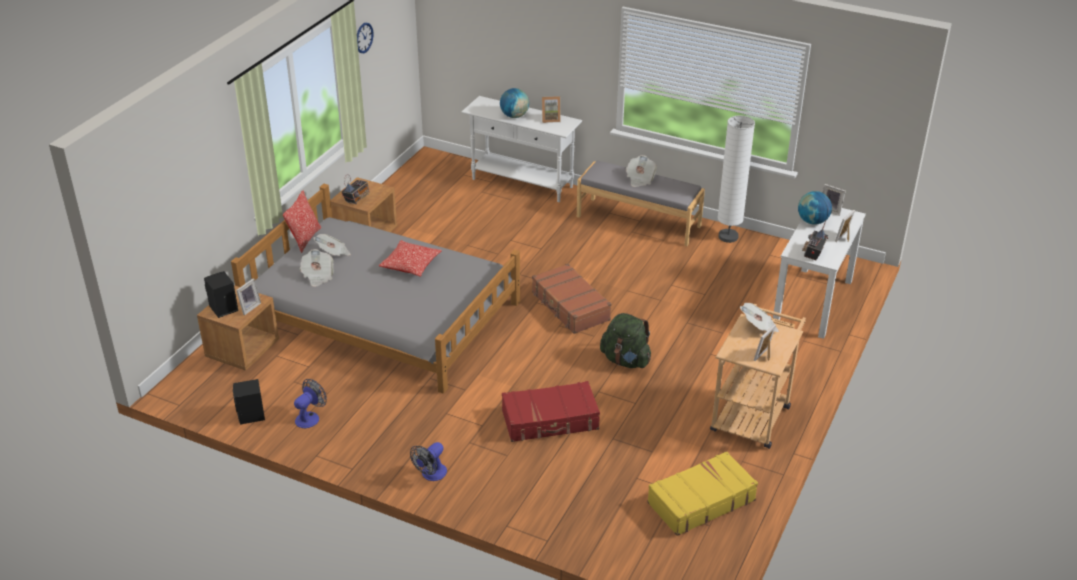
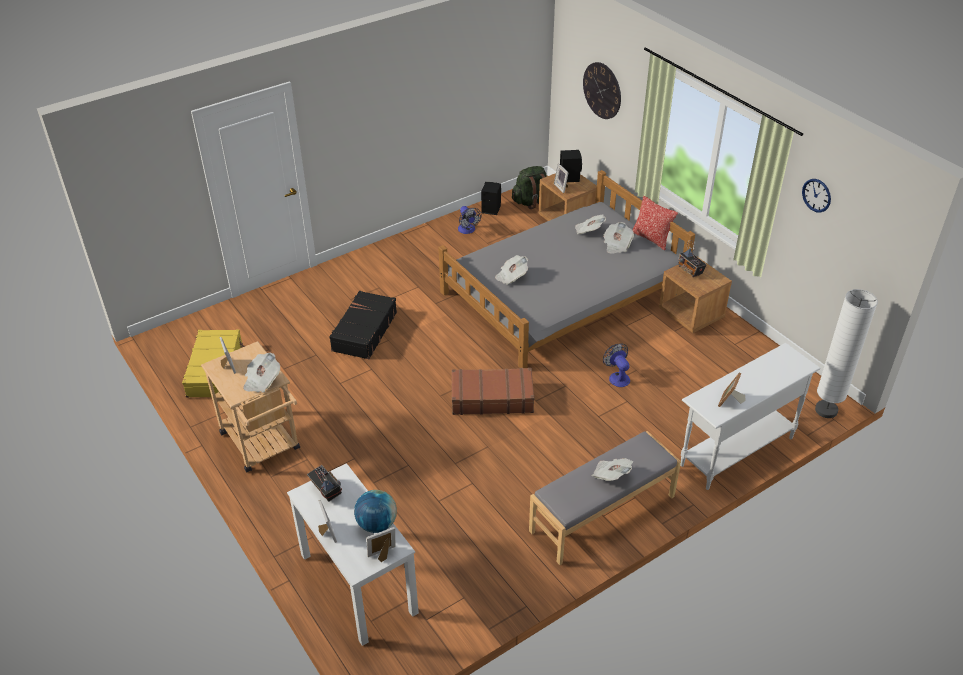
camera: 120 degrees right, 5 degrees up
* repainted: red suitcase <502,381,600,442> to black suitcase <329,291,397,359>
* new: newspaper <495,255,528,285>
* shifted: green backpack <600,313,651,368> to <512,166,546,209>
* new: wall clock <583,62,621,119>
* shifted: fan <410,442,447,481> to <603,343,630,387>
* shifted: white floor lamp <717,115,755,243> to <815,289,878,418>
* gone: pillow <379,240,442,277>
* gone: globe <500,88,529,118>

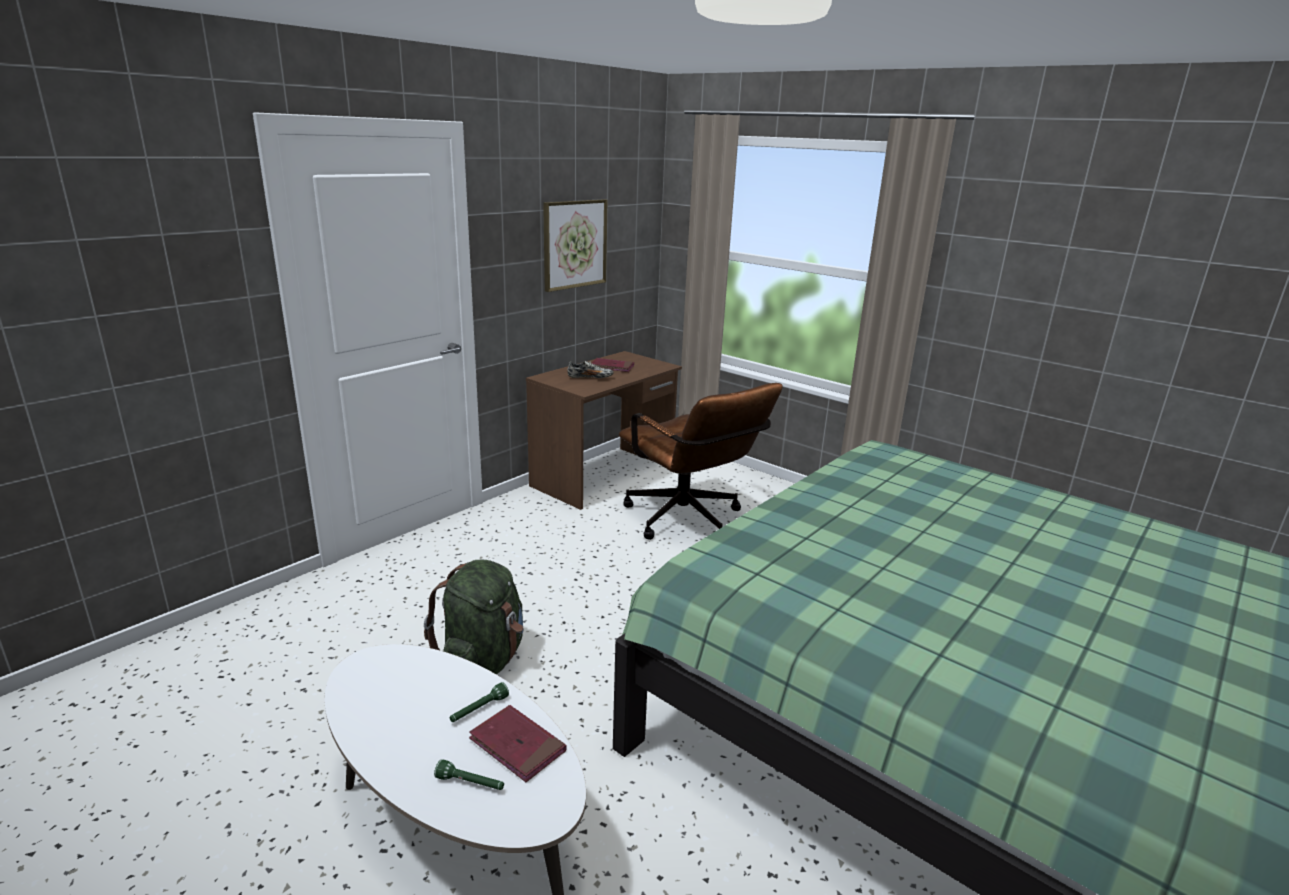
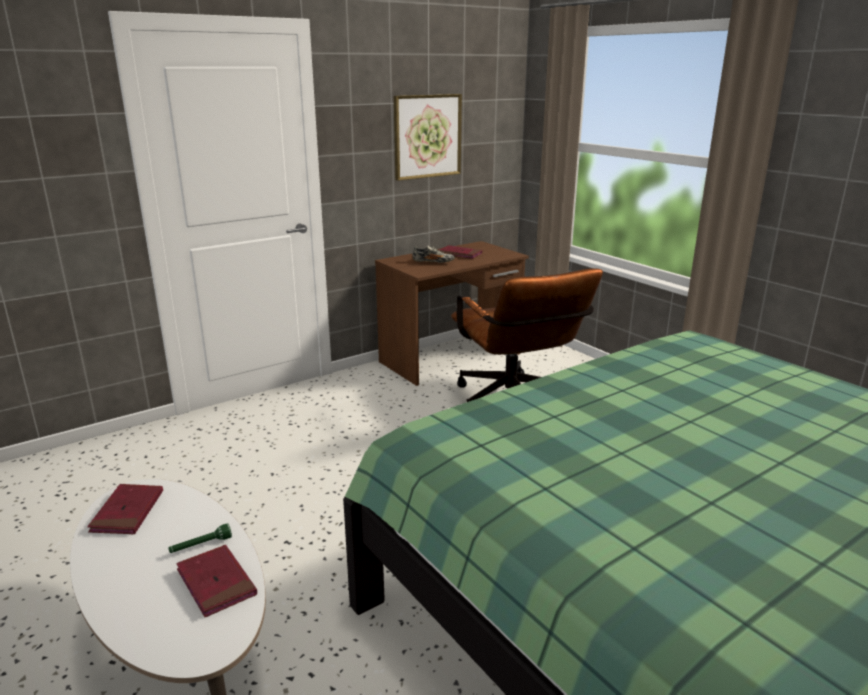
camera: 15 degrees right, 0 degrees up
* new: red book <87,484,163,535>
* gone: green backpack <424,560,524,674>
* gone: green flashlight <434,759,504,790>

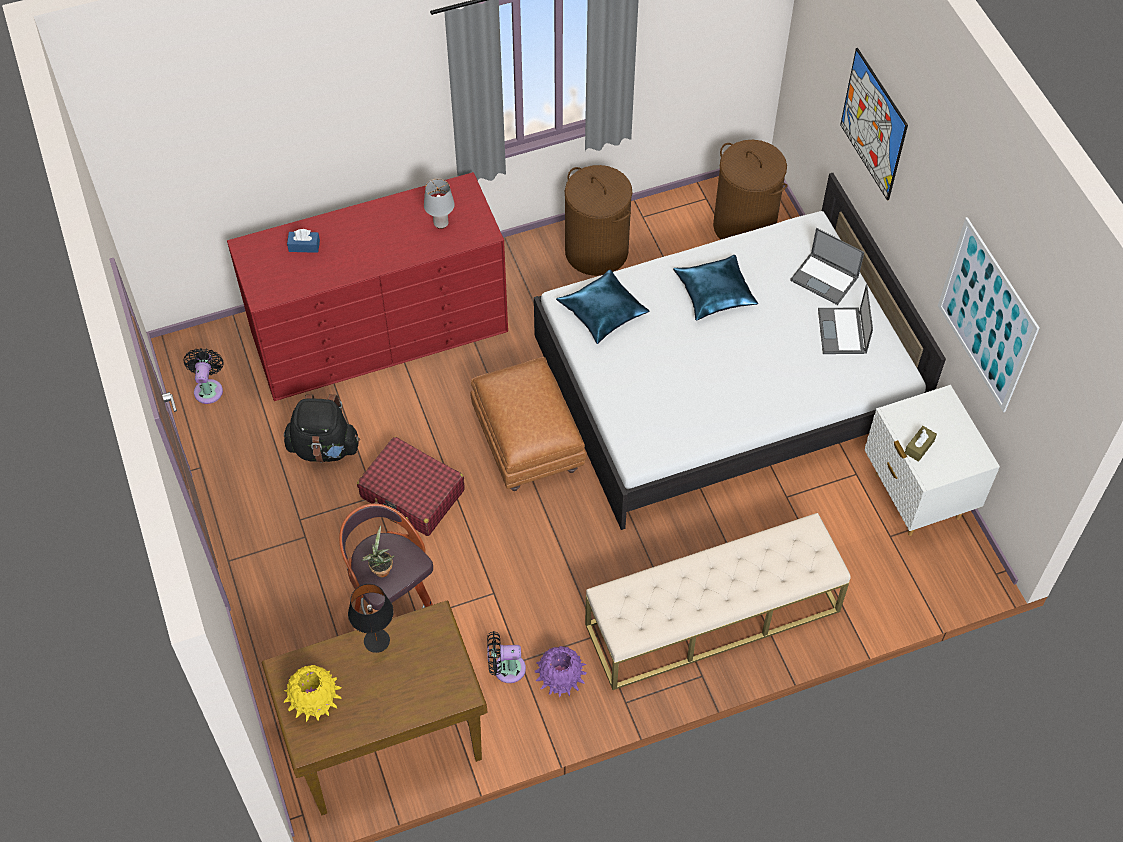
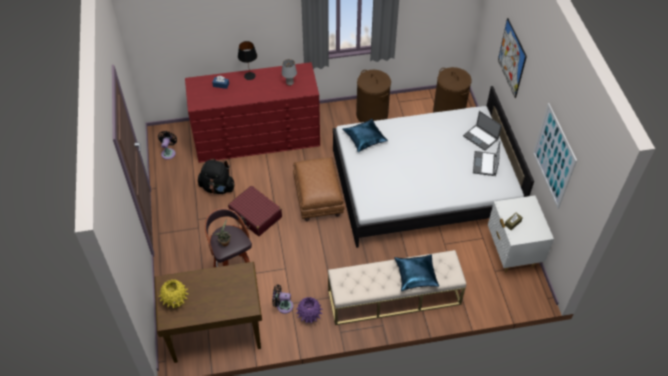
camera: 10 degrees right, 5 degrees down
* shifted: black table lamp <348,584,394,653> to <238,41,257,80>
* shifted: blue pillow <673,255,758,321> to <394,254,439,291>

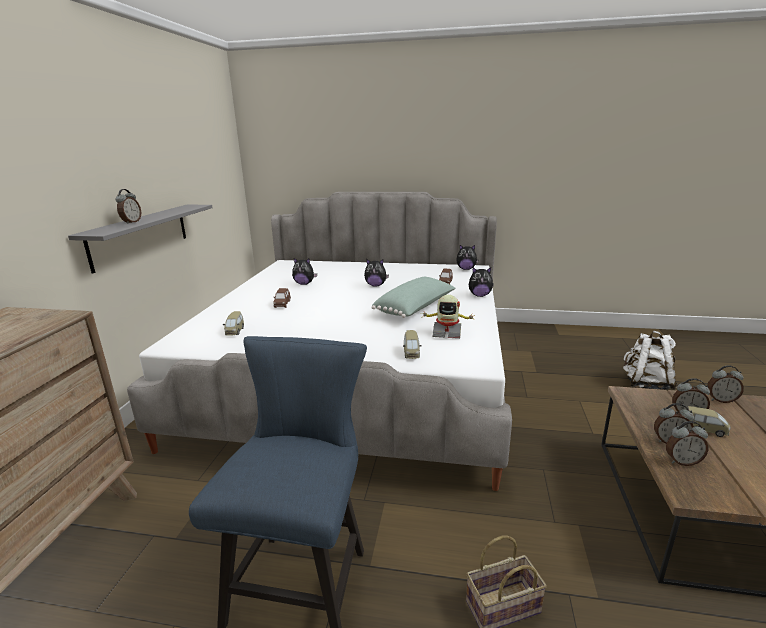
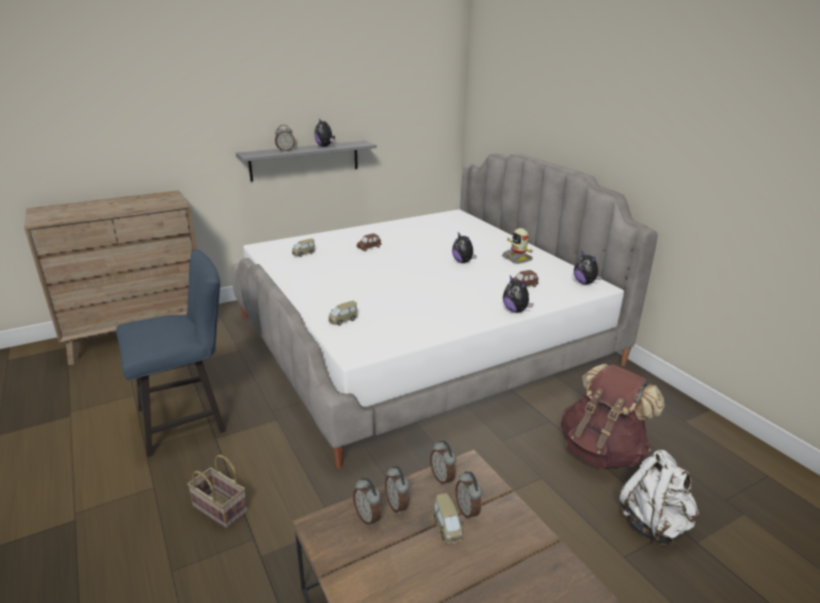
camera: 50 degrees right, 5 degrees up
* shifted: plush toy <292,258,317,285> to <314,119,335,147>
* shifted: alarm clock <707,365,744,403> to <430,441,456,486>
* shifted: toy robot <423,295,476,339> to <502,228,533,264>
* new: brown backpack <560,364,665,469>
* gone: green pillow <372,277,455,318>

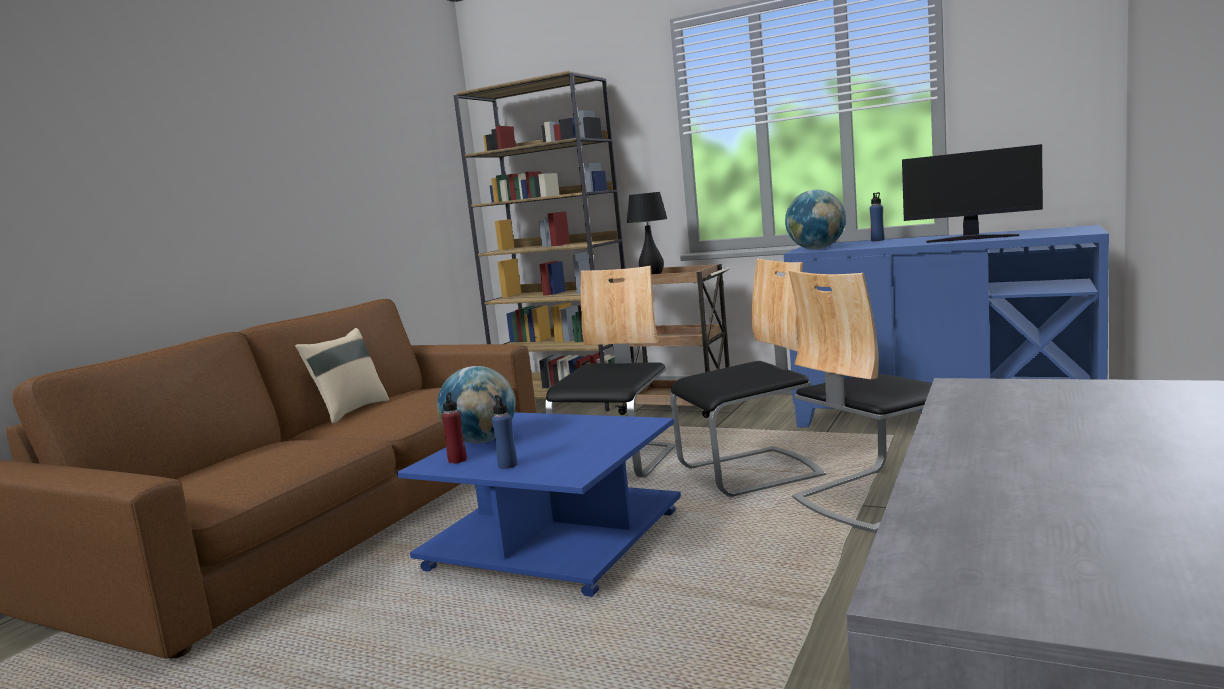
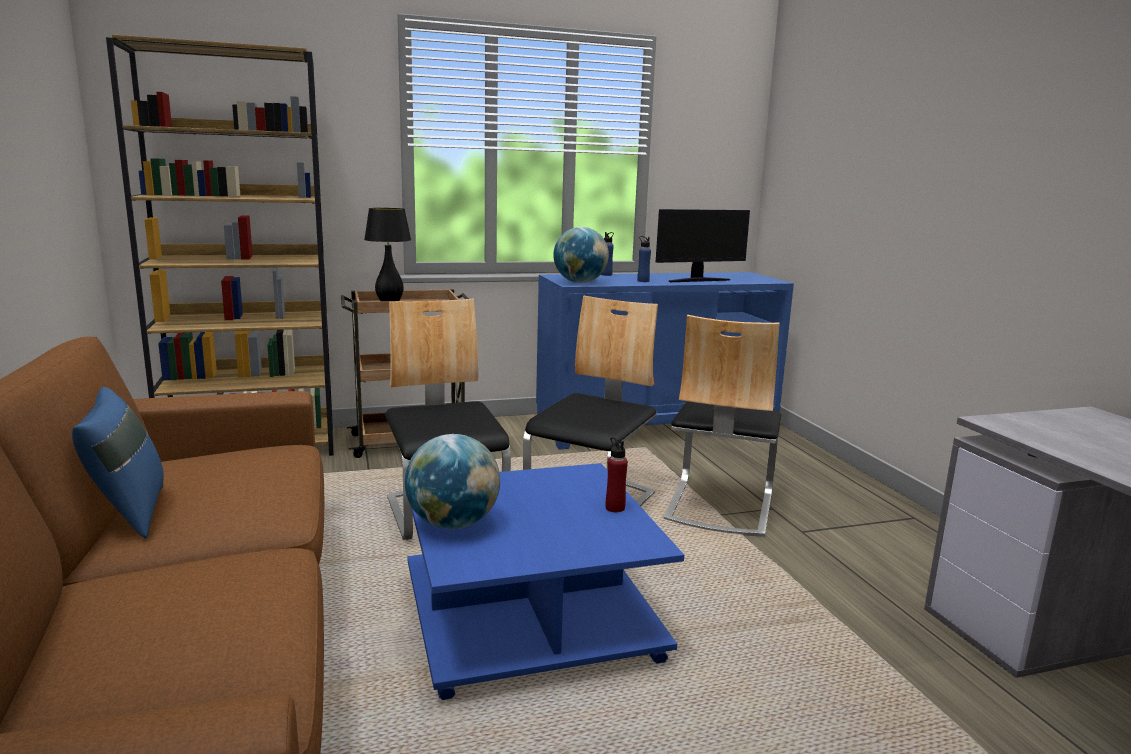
camera: 45 degrees left, 5 degrees up
* repainted: beige pillow <295,328,389,424> to blue pillow <72,387,164,539>
* shifted: red bottle <442,392,467,464> to <606,437,628,512>
* shifted: blue bottle <492,395,517,469> to <637,236,651,282>

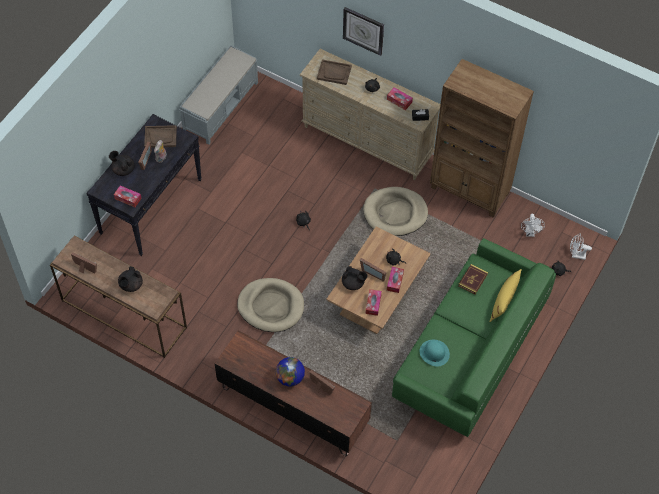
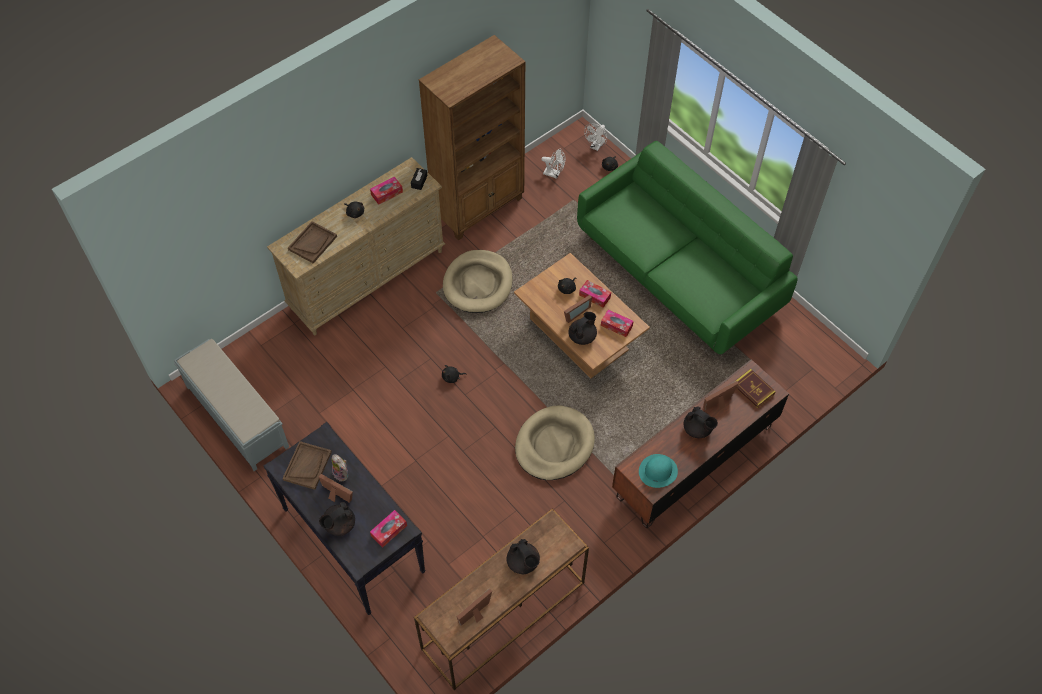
camera: 70 degrees left, 0 degrees up
* shifted: turquoise hat <420,340,450,366> to <639,454,678,488>
* swapped: globe <276,357,305,386> to black teapot <683,406,718,438>
* shifted: book <458,264,488,295> to <734,369,776,408>
* gone: wall clock <343,7,384,56>
* gone: yellow pillow <490,269,522,322>

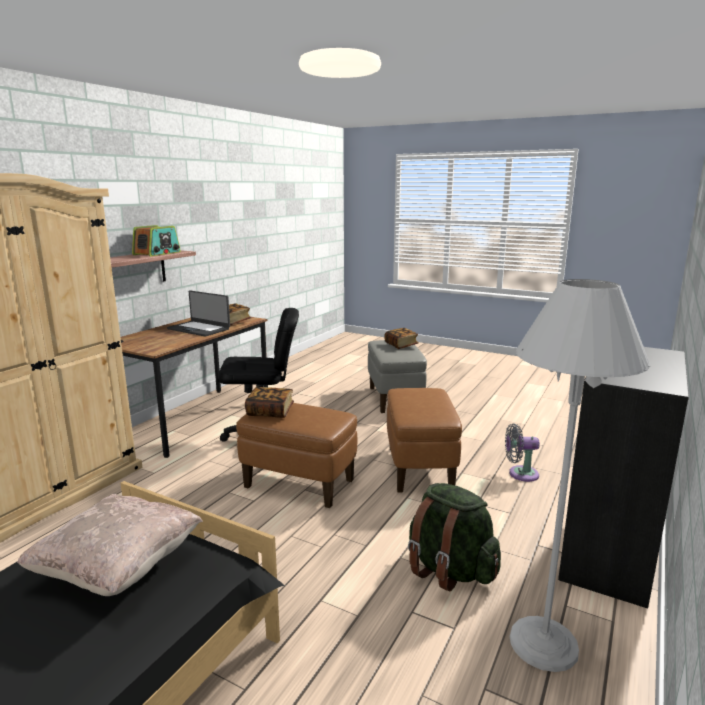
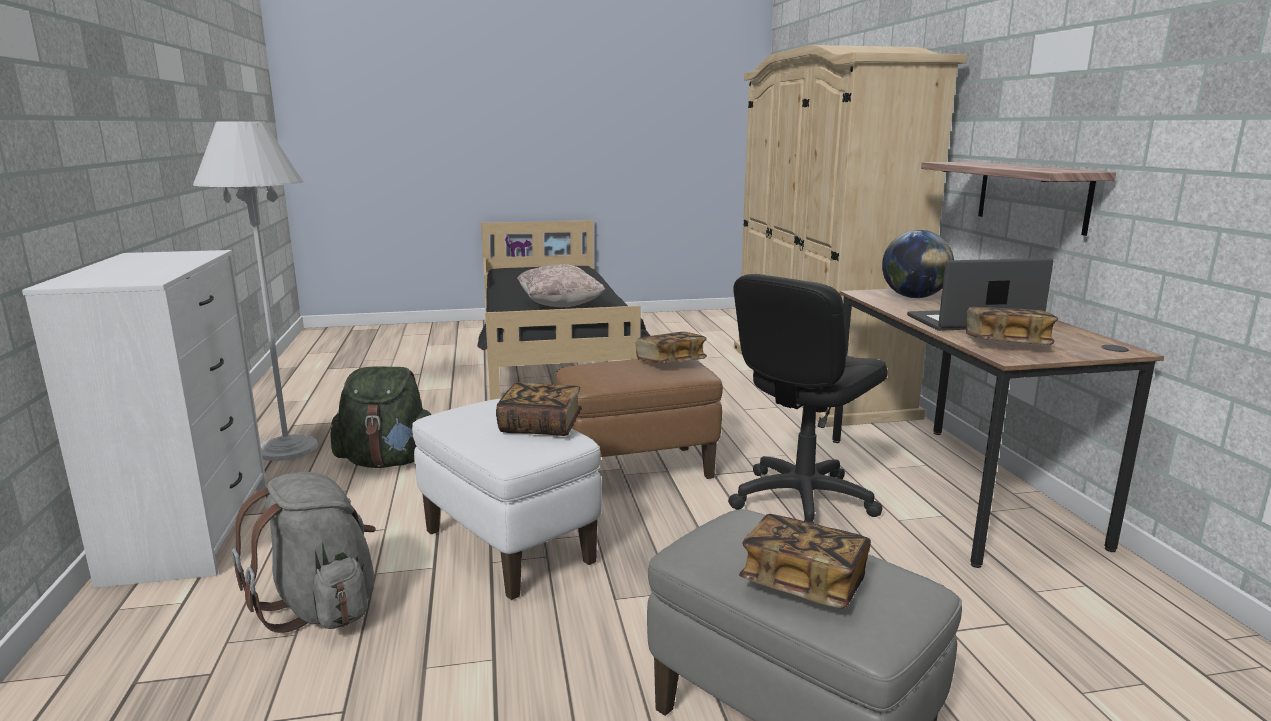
camera: 140 degrees right, 0 degrees up
* repainted: black dresser <558,347,689,609> to white dresser <22,250,267,588>
* swapped: grey fan <505,424,540,482> to grey backpack <232,472,375,633>
* repainted: brown ottoman <387,388,462,492> to white ottoman <412,399,602,600>
* new: book <496,382,582,436>
* new: globe <882,230,954,298>
* gone: radio <132,225,181,256>

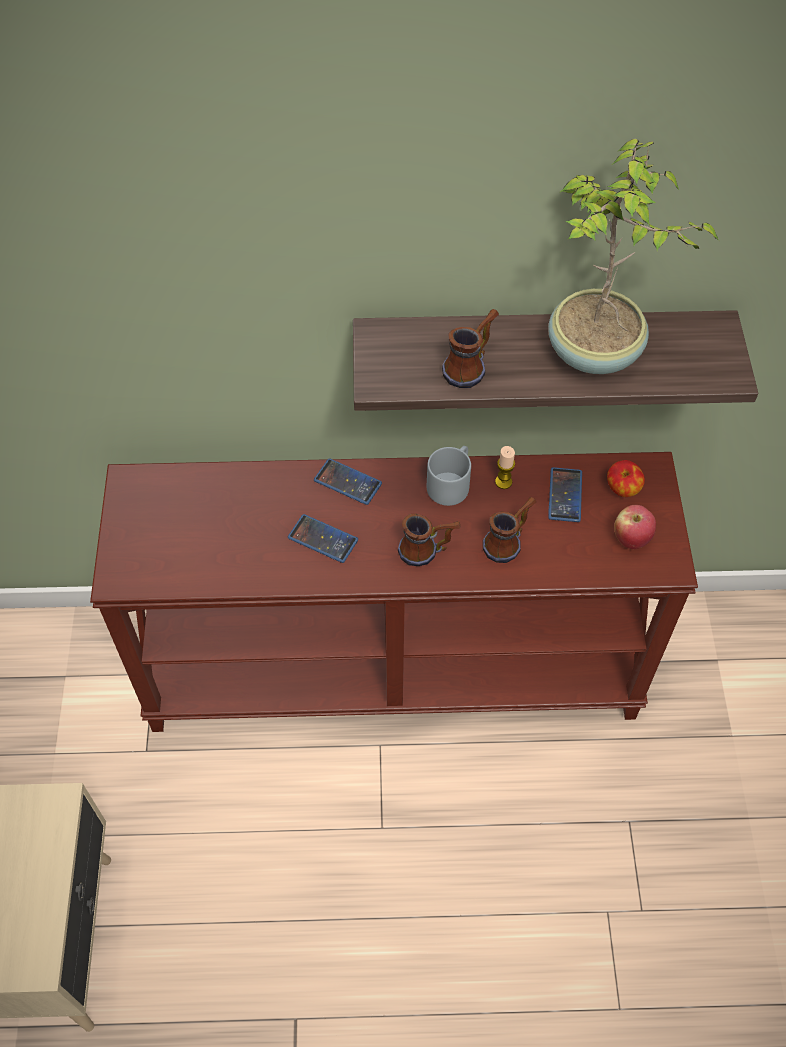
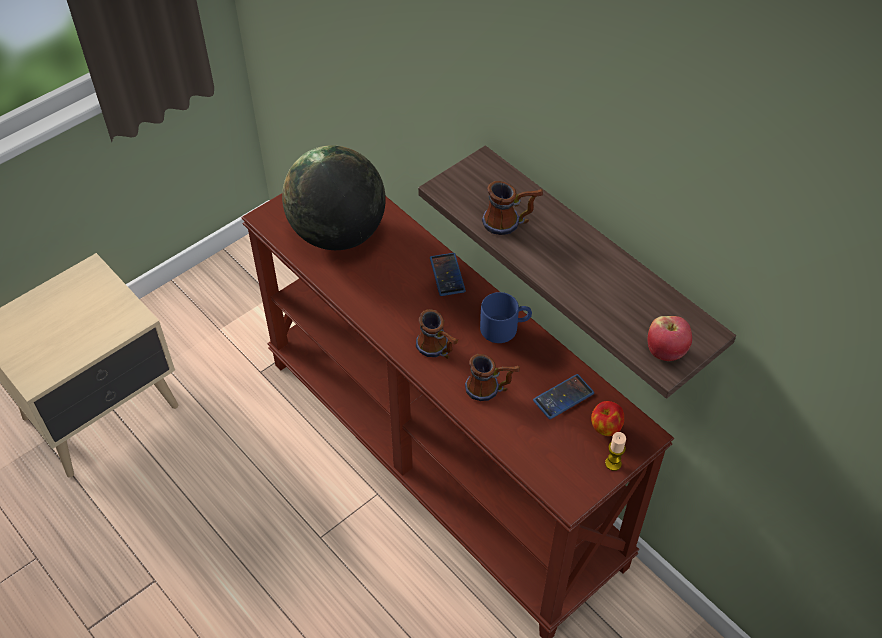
camera: 50 degrees right, 5 degrees down
* new: globe <282,145,386,250>
* repainted: grey mug <427,446,471,506> to blue mug <480,292,532,343>
* shifted: candle <495,446,515,489> to <605,432,626,471>
* shifted: apple <614,505,656,549> to <648,316,692,361>
* gone: phone <288,514,358,563>
* gone: potted plant <548,139,719,374>

